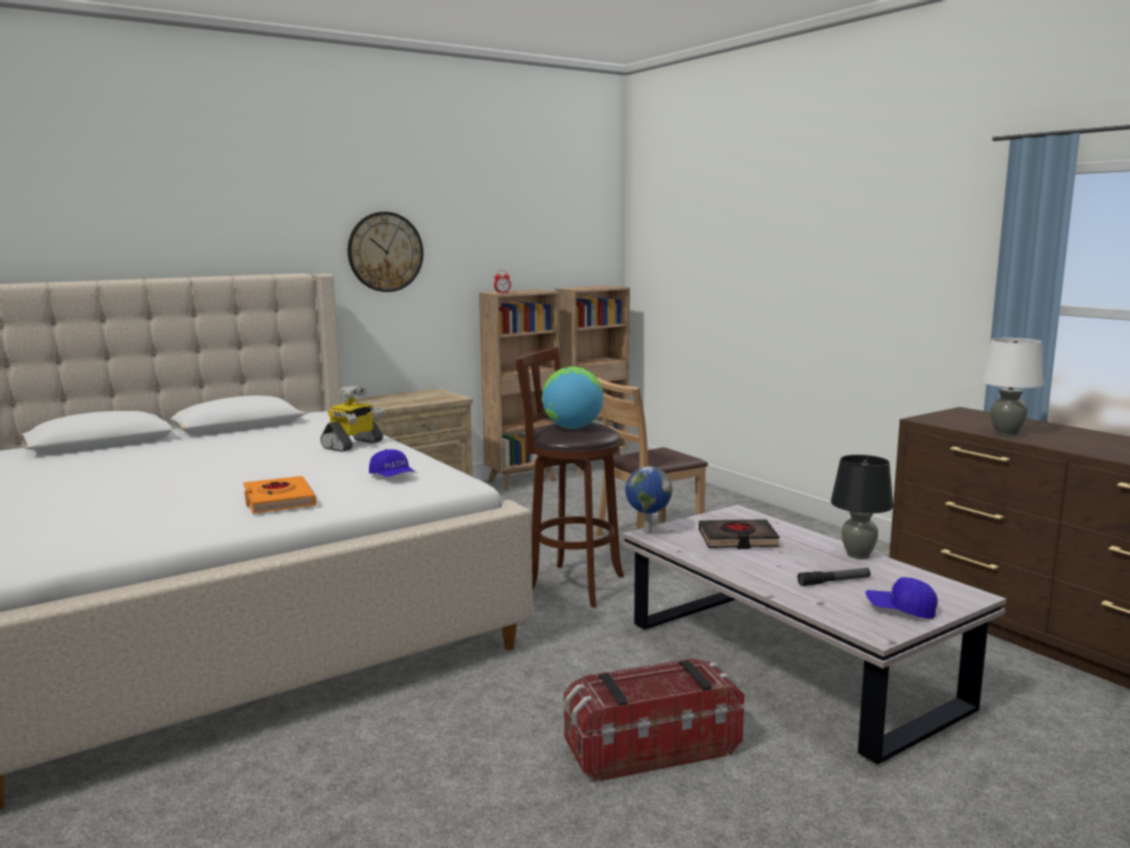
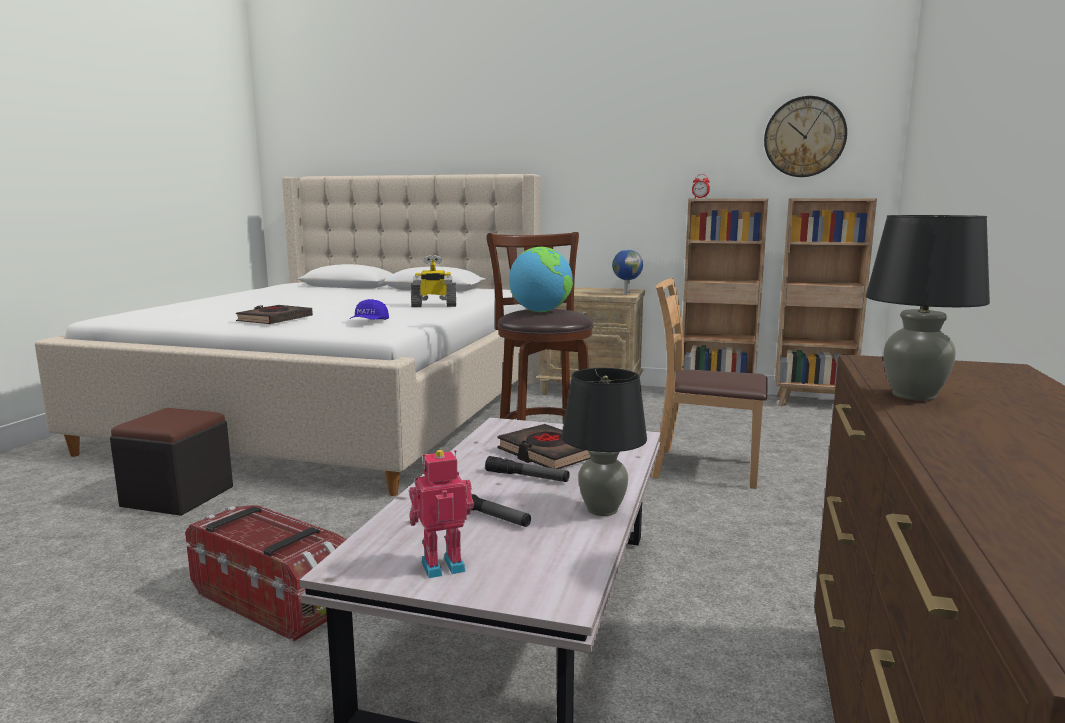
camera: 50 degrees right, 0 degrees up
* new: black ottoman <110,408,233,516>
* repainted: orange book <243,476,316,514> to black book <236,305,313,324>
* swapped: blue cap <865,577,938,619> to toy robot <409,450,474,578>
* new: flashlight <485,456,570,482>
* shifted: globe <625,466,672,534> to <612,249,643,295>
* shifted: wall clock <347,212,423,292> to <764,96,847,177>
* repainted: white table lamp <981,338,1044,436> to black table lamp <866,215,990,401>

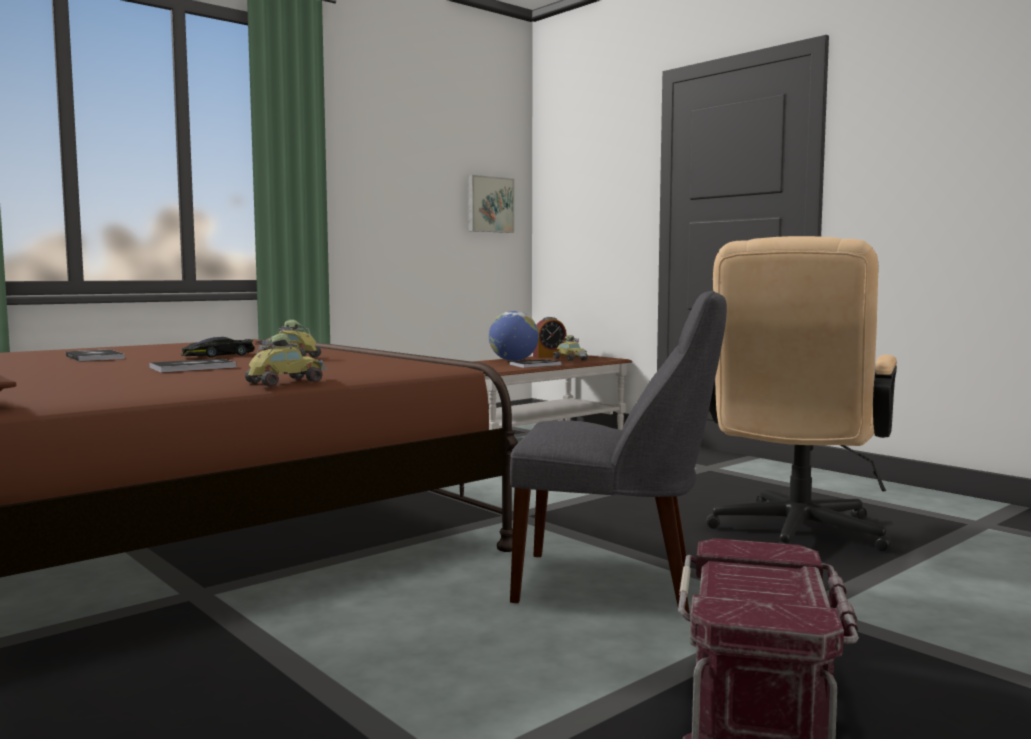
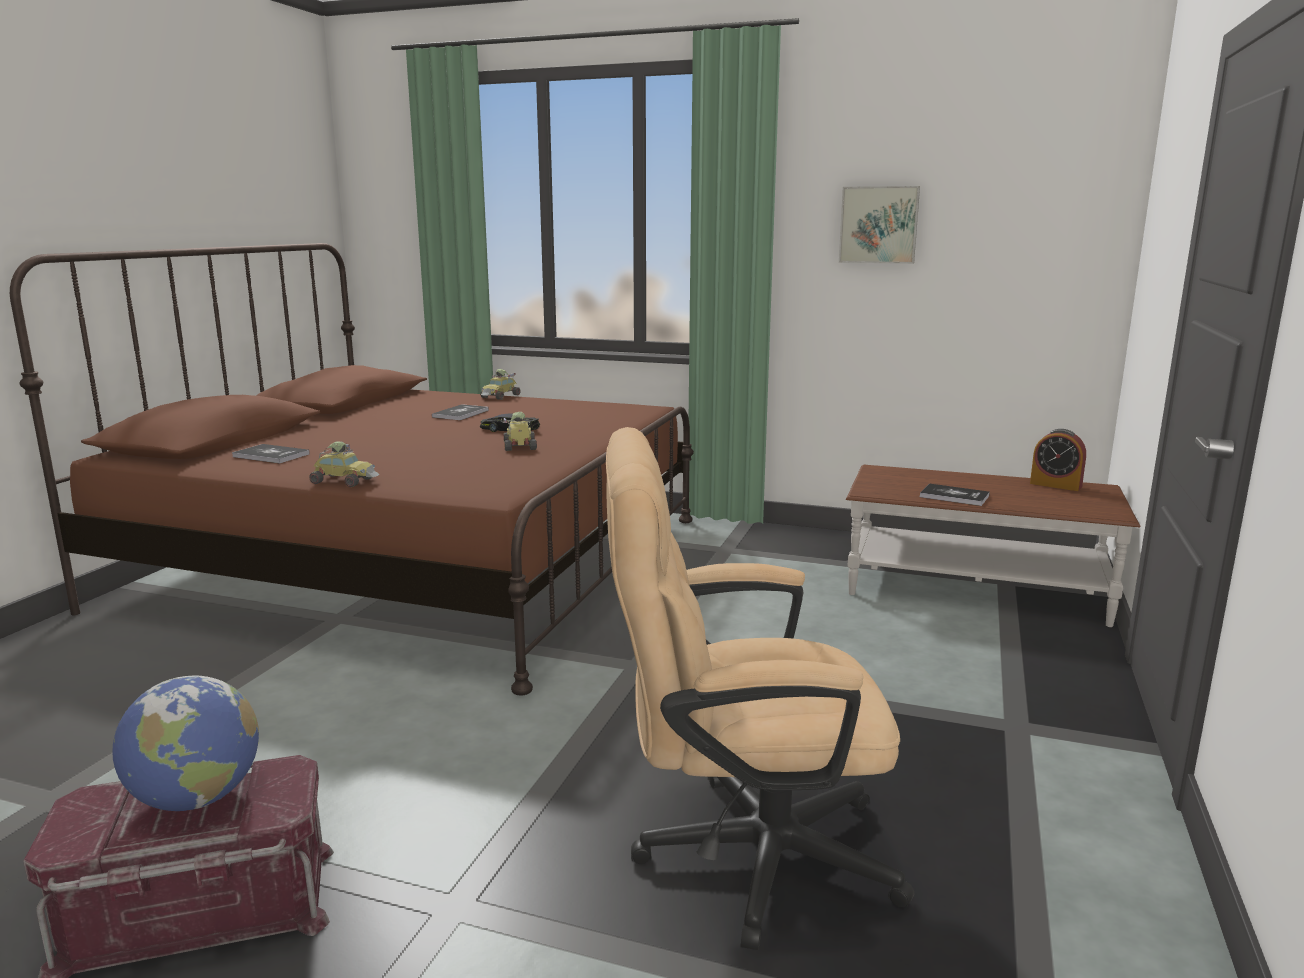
camera: 60 degrees right, 10 degrees up
* shifted: globe <488,311,539,361> to <112,675,259,811>
* shifted: book <149,358,237,373> to <232,444,310,464>
* shifted: toy car <553,335,588,361> to <480,369,521,400>
* shifted: picture <468,175,514,233> to <839,186,920,264>
* gone: grey chair <510,291,727,614>

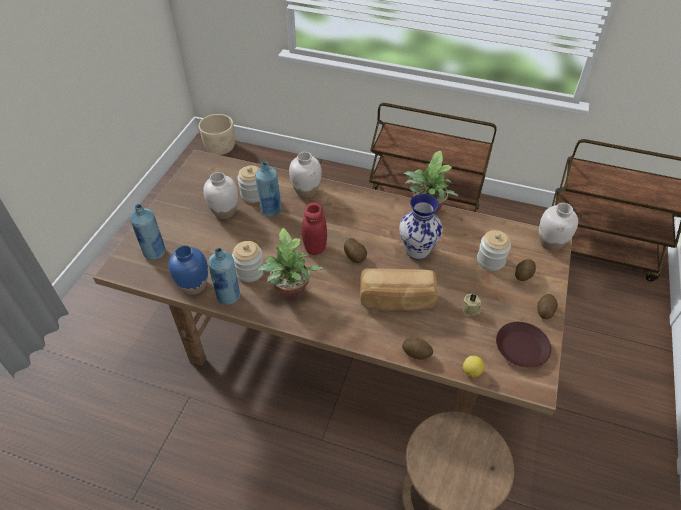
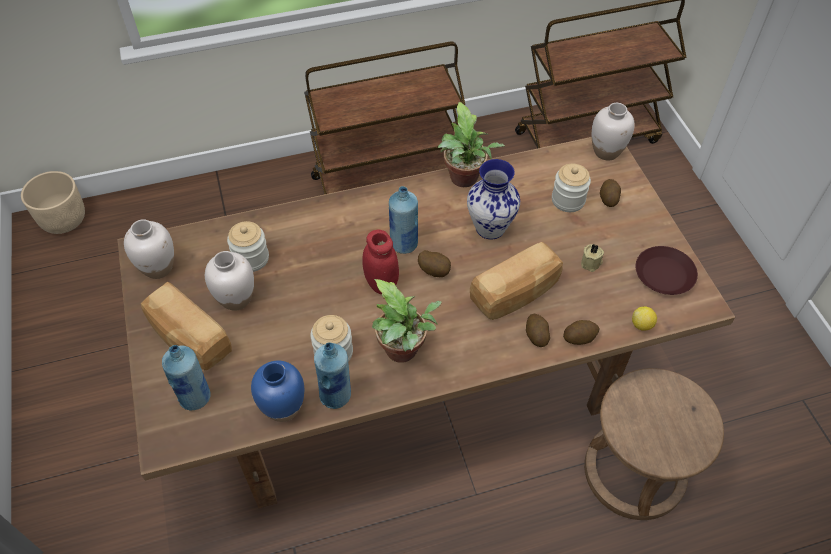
camera: 35 degrees left, 5 degrees up
* shifted: white vase <289,152,322,198> to <124,219,174,279>
* new: bread <141,282,232,370>
* shifted: blue bottle <255,161,281,217> to <389,186,418,254>
* shifted: potato <537,294,558,319> to <526,314,550,347>

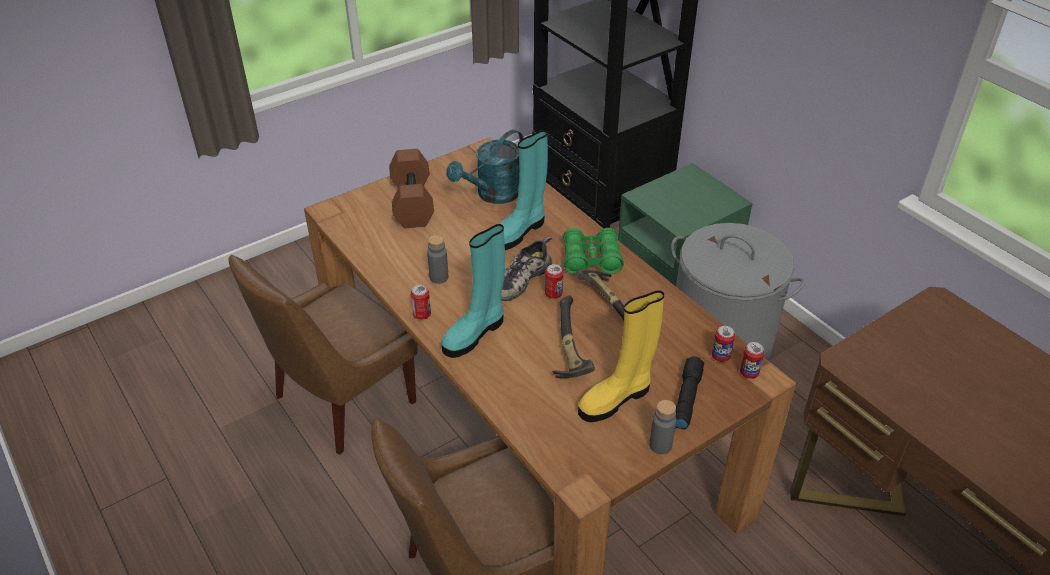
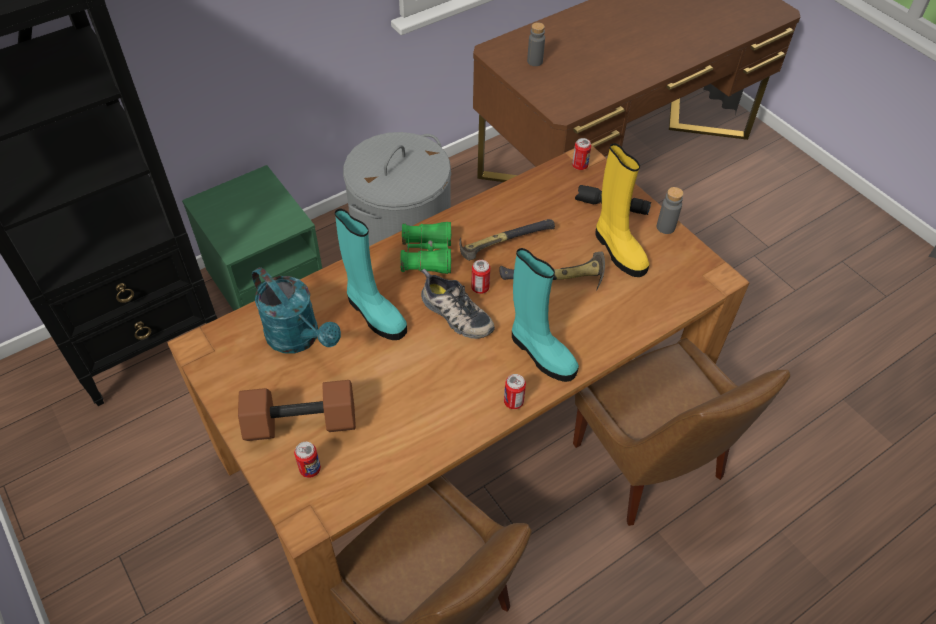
camera: 90 degrees left, 10 degrees up
* shifted: can <712,326,735,362> to <294,442,321,478>
* shifted: grey bottle <427,235,448,284> to <527,22,545,66>

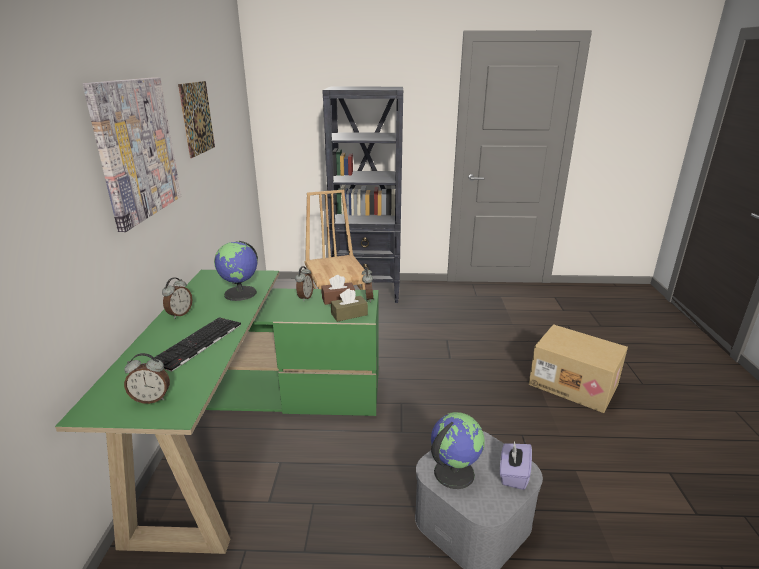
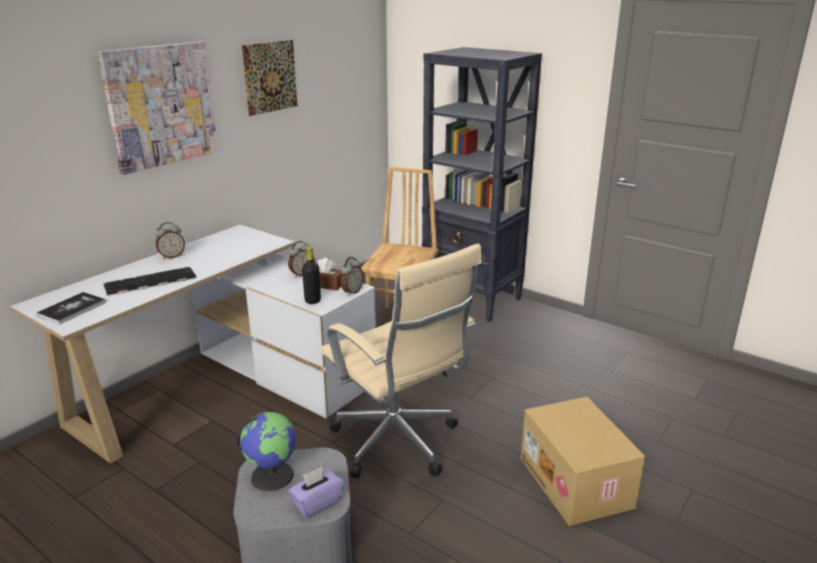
camera: 35 degrees right, 0 degrees up
* repainted: green desk <55,270,379,554> to white desk <10,224,376,464>
* swapped: alarm clock <124,353,170,404> to book <36,292,106,324>
* swapped: brown tissue box <331,289,368,322> to black bottle <302,247,321,304>
* new: beige office chair <321,244,482,478>
* gone: globe <214,241,258,301>

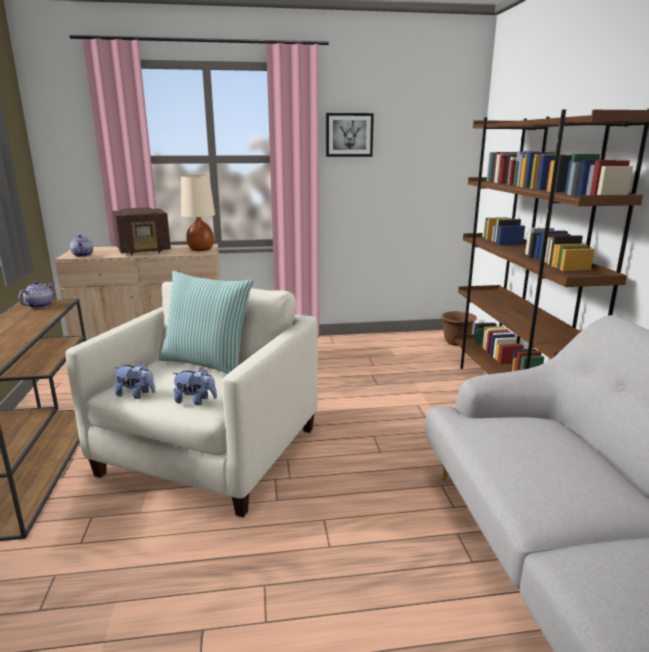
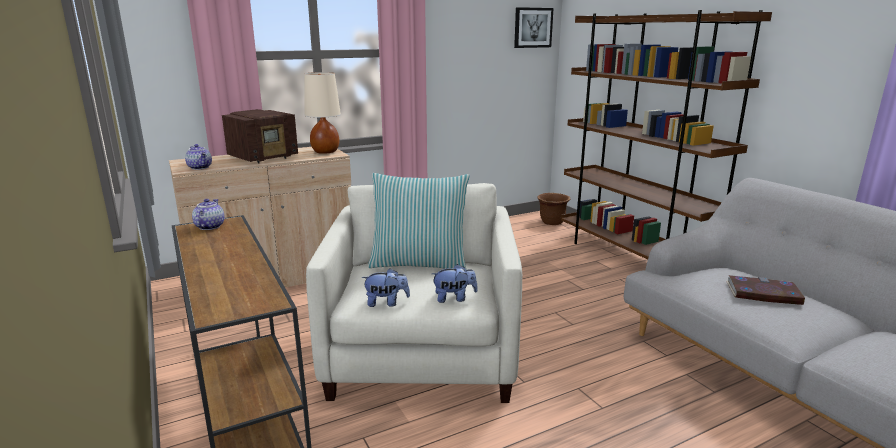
camera: 20 degrees left, 0 degrees up
* shifted: picture <326,113,374,157> to <514,7,554,48>
* new: book <726,275,806,305>

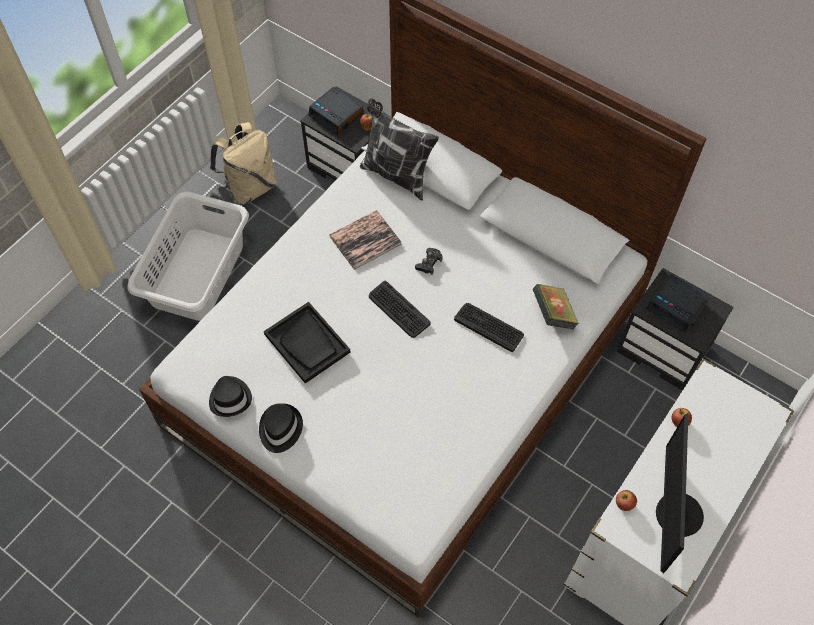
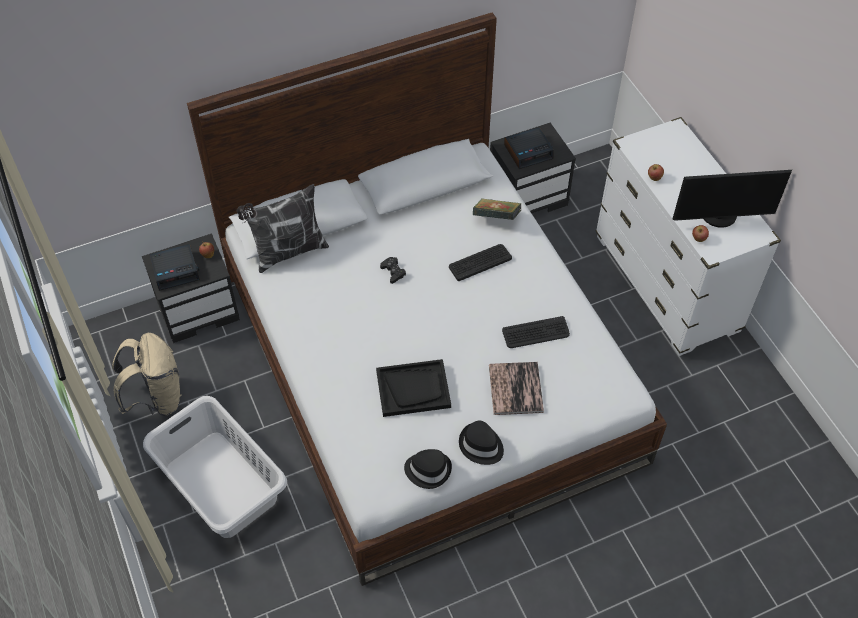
camera: 60 degrees left, 5 degrees down
* shifted: book <329,210,402,270> to <489,362,544,415>
* shifted: keyboard <369,280,431,338> to <502,316,570,348>
* rotated: monitor <656,413,704,574> = <673,170,792,228> 45 degrees counterclockwise

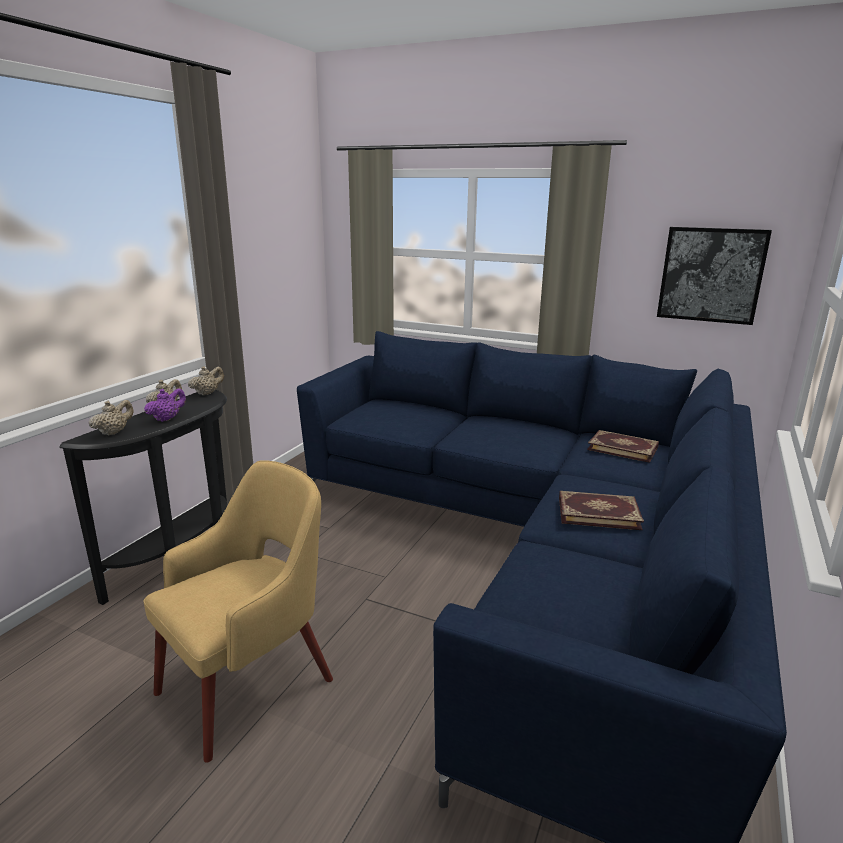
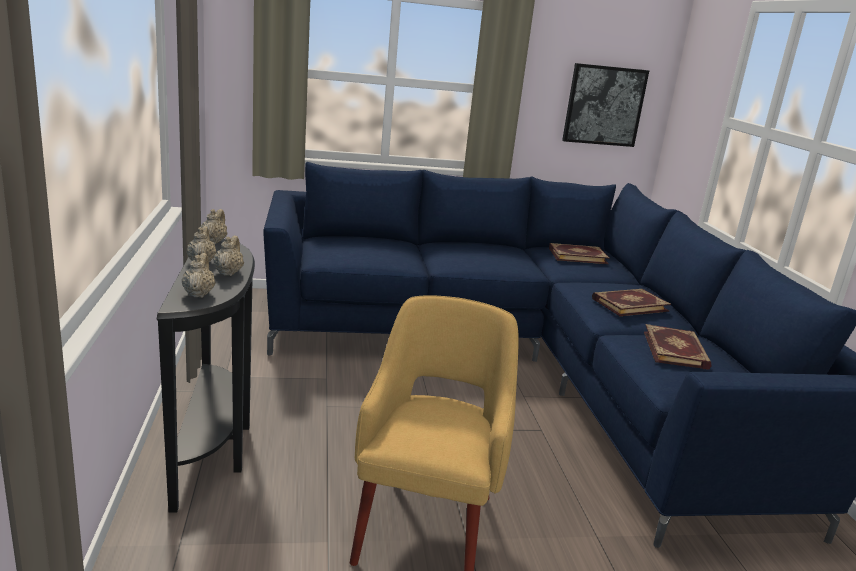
camera: 35 degrees left, 0 degrees up
* repainted: purple teapot <144,389,186,422> to beige teapot <213,235,244,276>
* new: book <644,324,711,370>

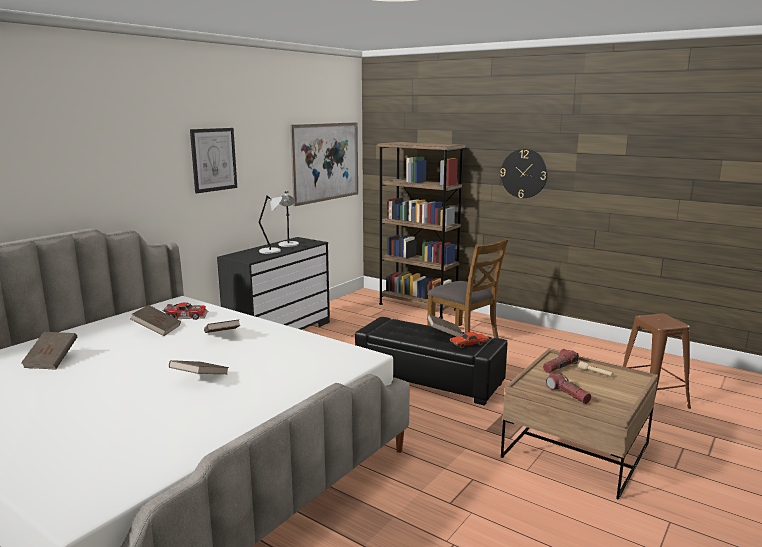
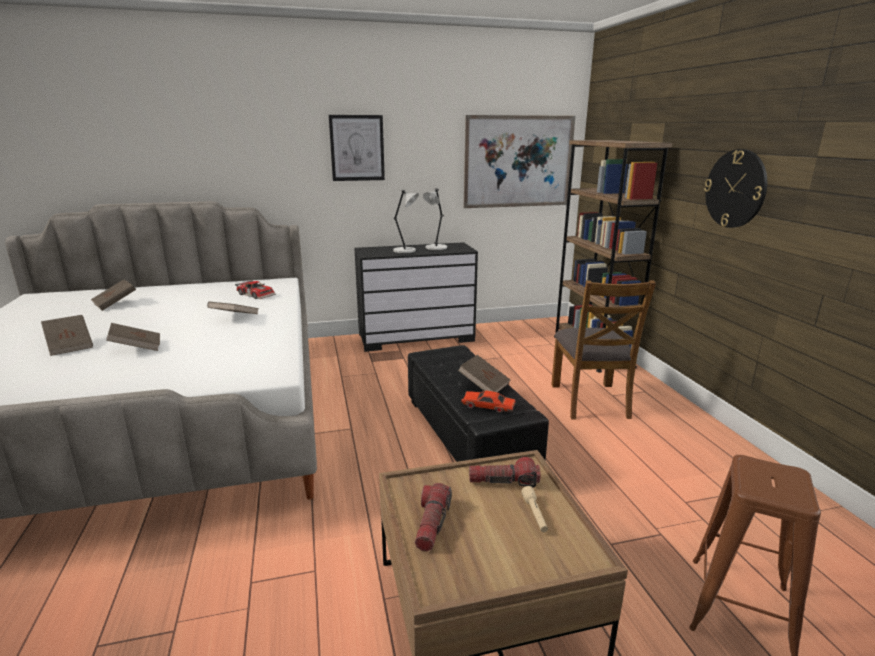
camera: 40 degrees right, 5 degrees up
* shifted: brown book <131,305,181,336> to <41,315,93,356>

